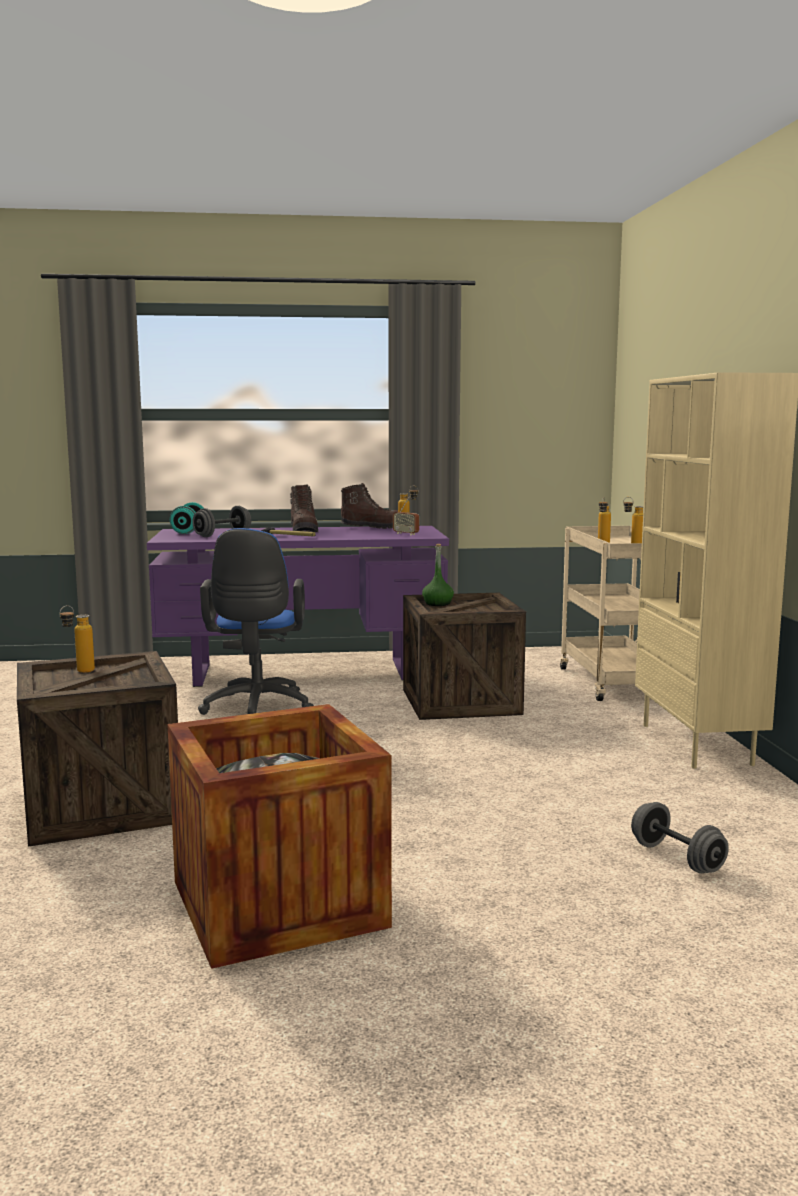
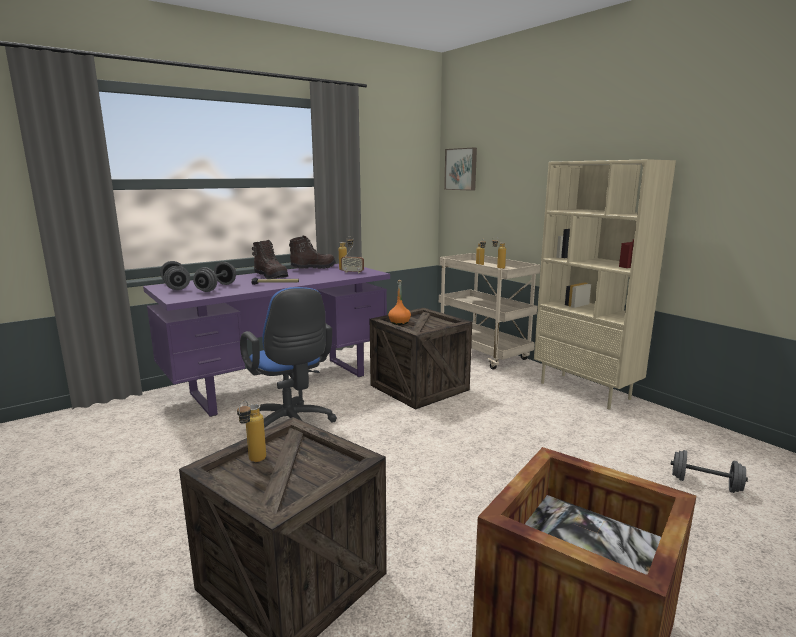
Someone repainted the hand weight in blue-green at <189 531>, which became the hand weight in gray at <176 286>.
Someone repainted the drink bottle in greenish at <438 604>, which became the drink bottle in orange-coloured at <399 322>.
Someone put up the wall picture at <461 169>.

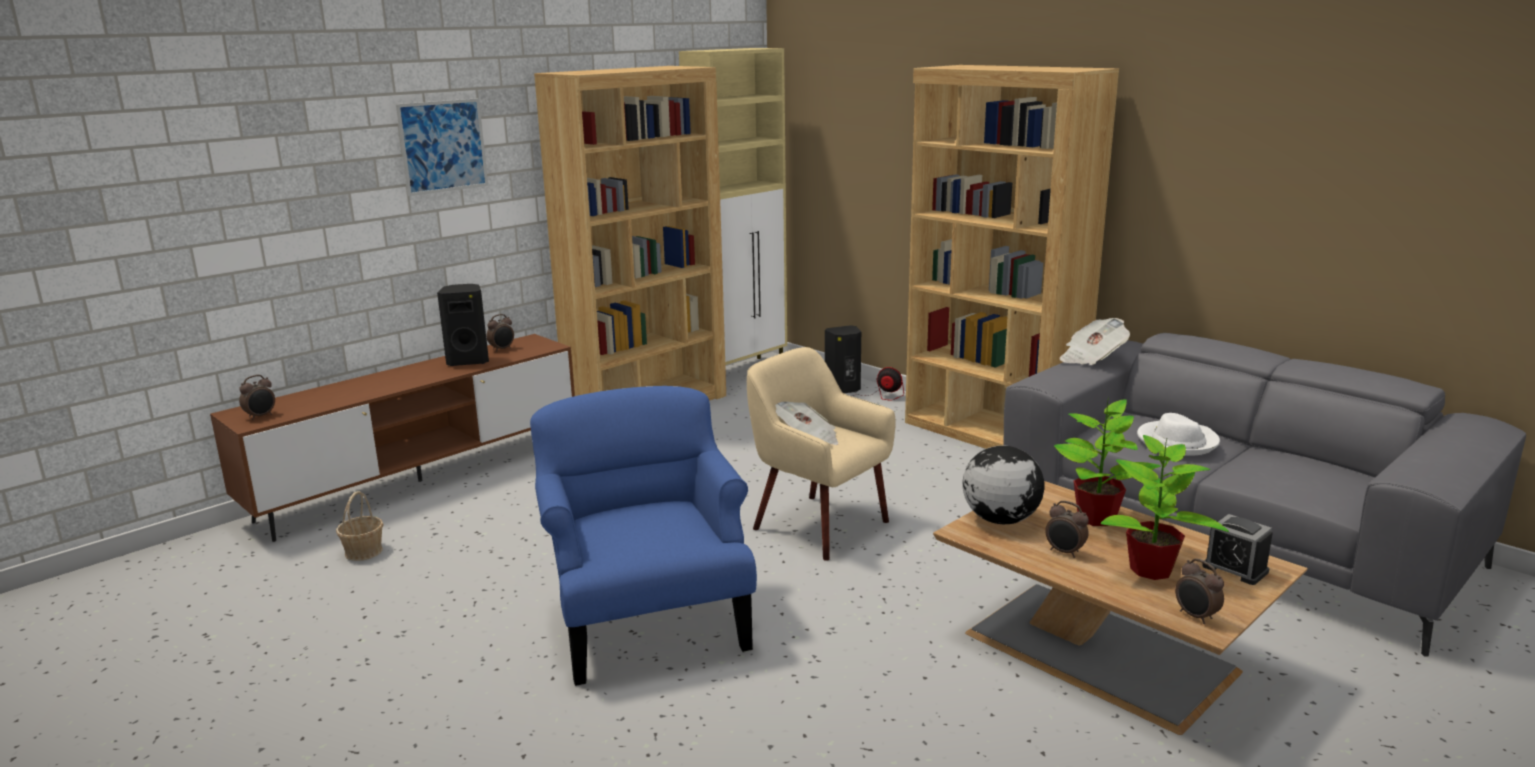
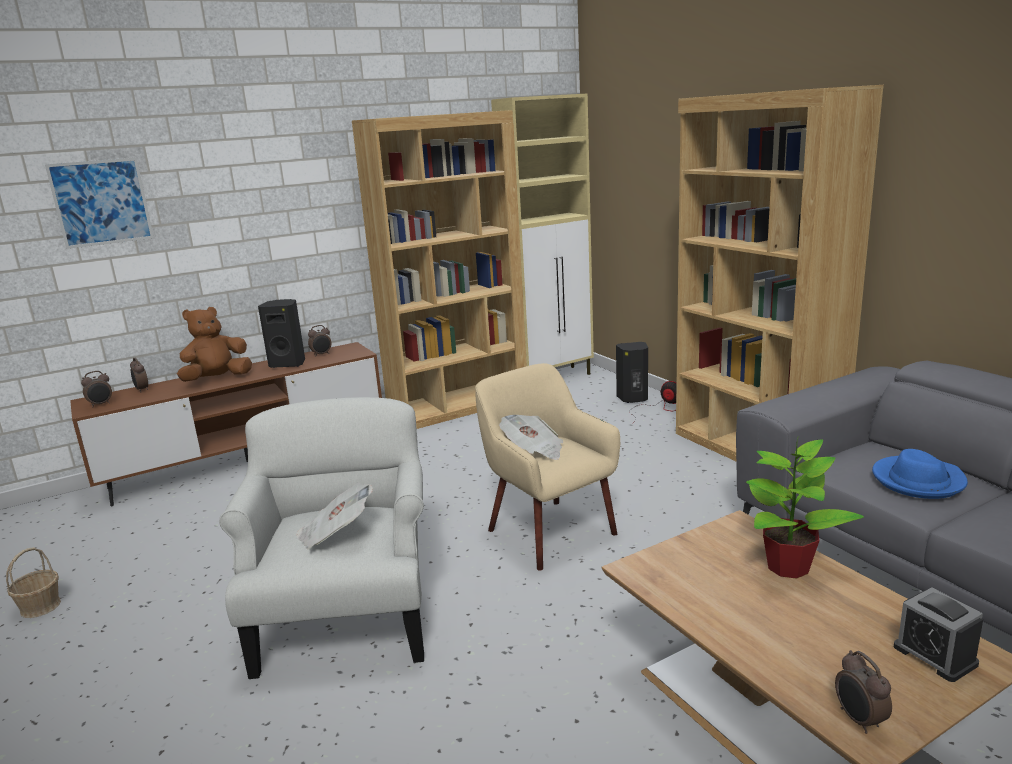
Someone carried the wall picture from <443 146> to <101 202>.
Someone carried the newspaper from <1091 358> to <336 534>.
Someone repainted the lounge chair in blue at <647 621>, which became the lounge chair in whitish at <347 617>.
Someone repainted the hat in whitish at <1177 441>, which became the hat in blue at <918 480>.
Someone took away the houseplant at <1151 570>.
Someone took away the globe at <999 520>.
Someone carried the household basket from <364 551> to <41 606>.
Someone carried the bedside clock from <1064 552> to <142 390>.
Someone put down the plush toy in brown at <217 379>.

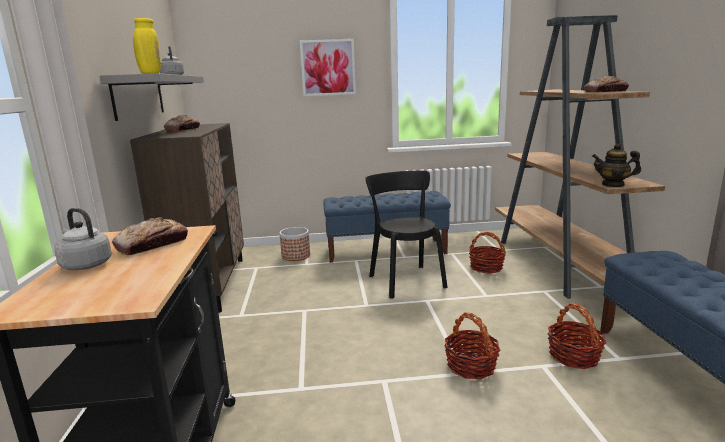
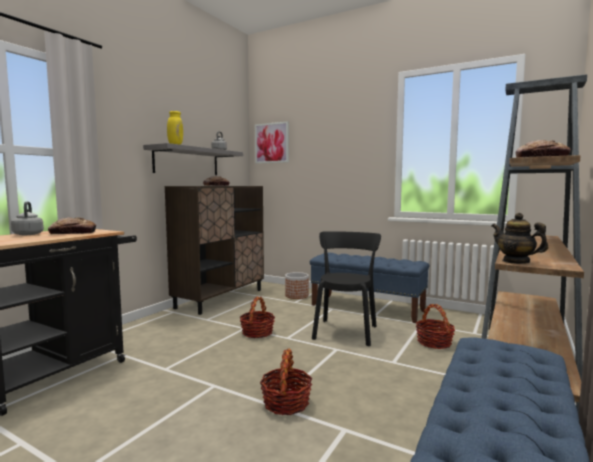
Someone carried the wall picture from <328 68> to <272 143>.
Someone carried the household basket from <574 356> to <257 332>.

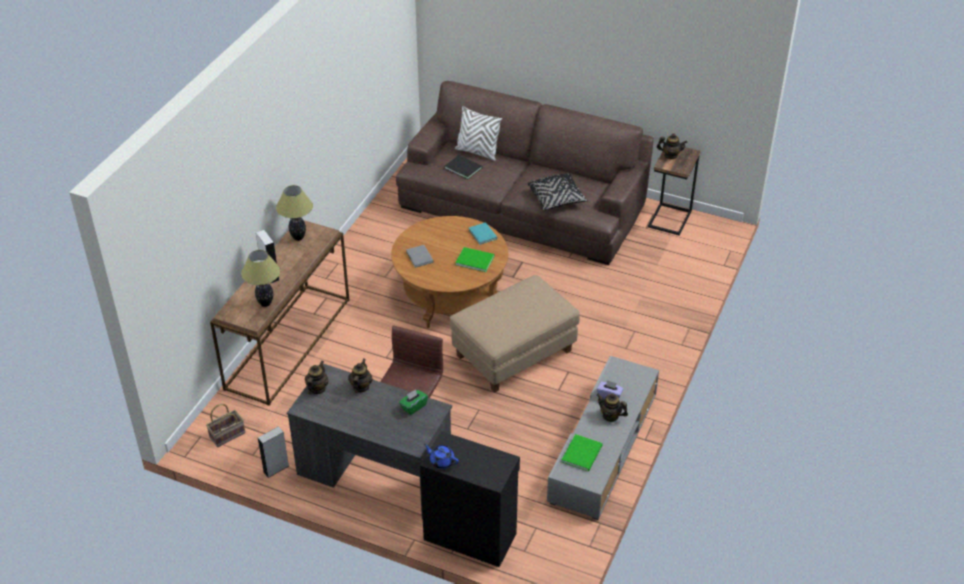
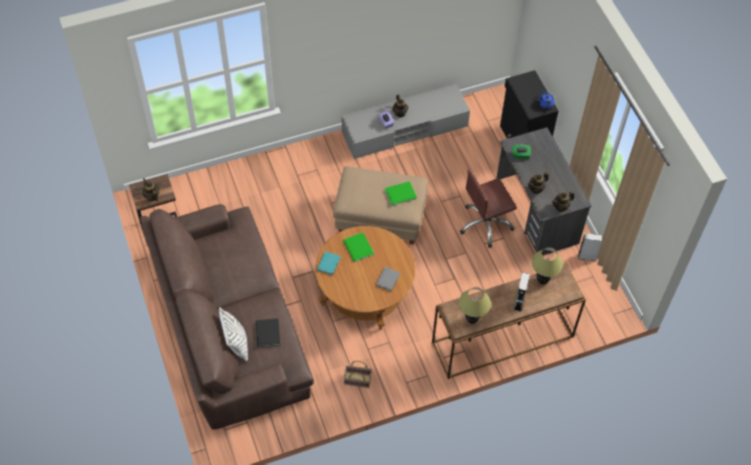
Someone took away the pillow in black at <556 199>.
Someone carried the household basket from <227 434> to <356 380>.
Someone carried the bound book in greenish from <583 453> to <399 193>.

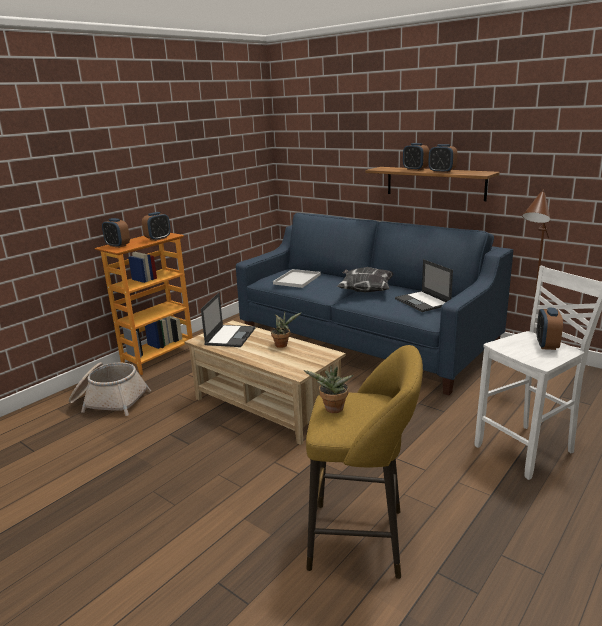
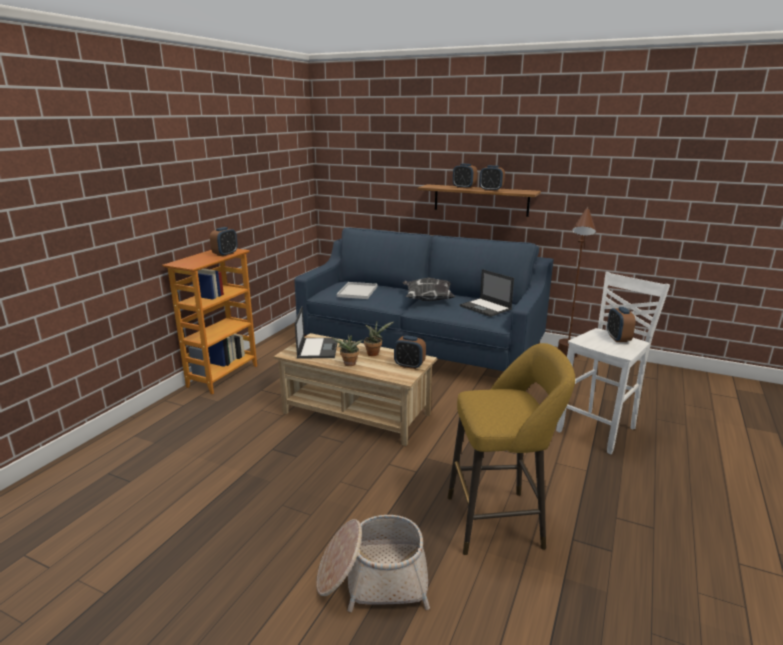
Someone carried the bedside clock from <117 245> to <409 365>.
Someone carried the household basket from <109 401> to <373 578>.
Someone carried the houseplant from <332 410> to <349 364>.

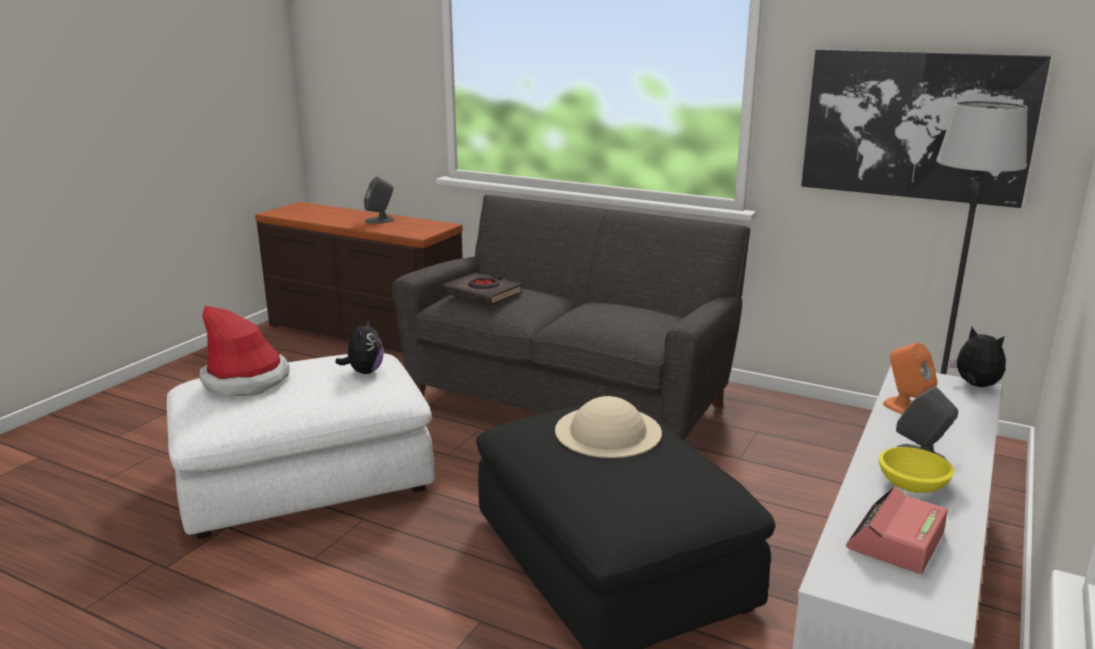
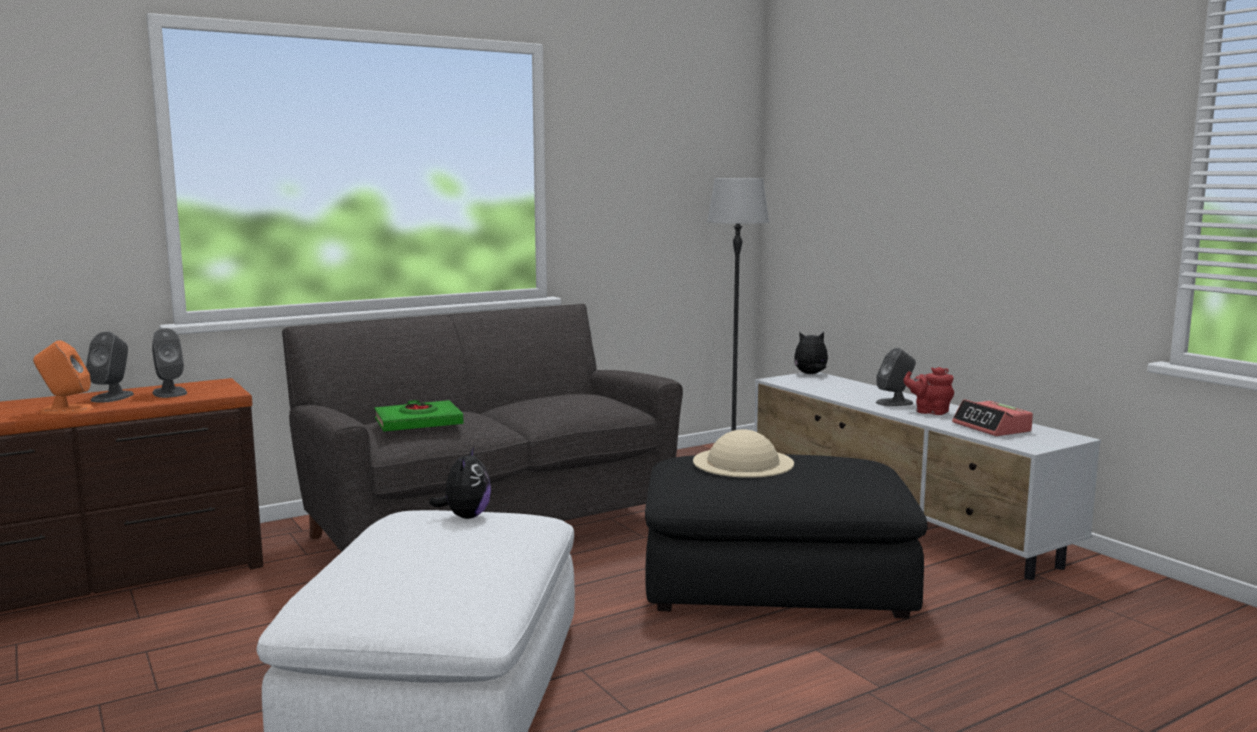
Someone took away the wall picture at <916 125>.
Someone repainted the bound book in black at <482 294>, which became the bound book in greenish at <418 423>.
Someone took away the hat at <246 380>.
Someone rotated the plush toy at <364 372> by 60 degrees clockwise.
Someone carried the speaker in orange-coloured from <906 408> to <66 410>.
Someone swapped the serving bowl in yellow at <912 486> for the teapot in red at <929 411>.
Someone put down the speaker in gray at <169 392>.

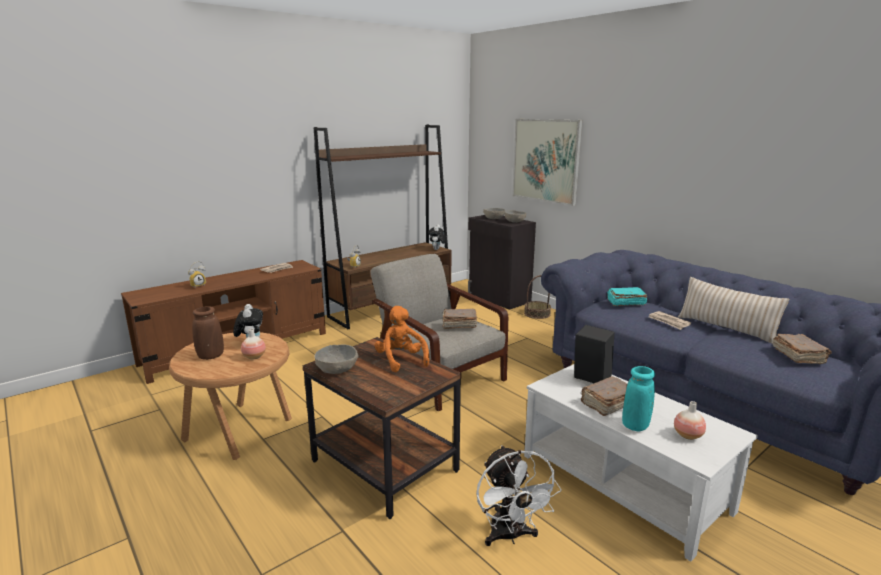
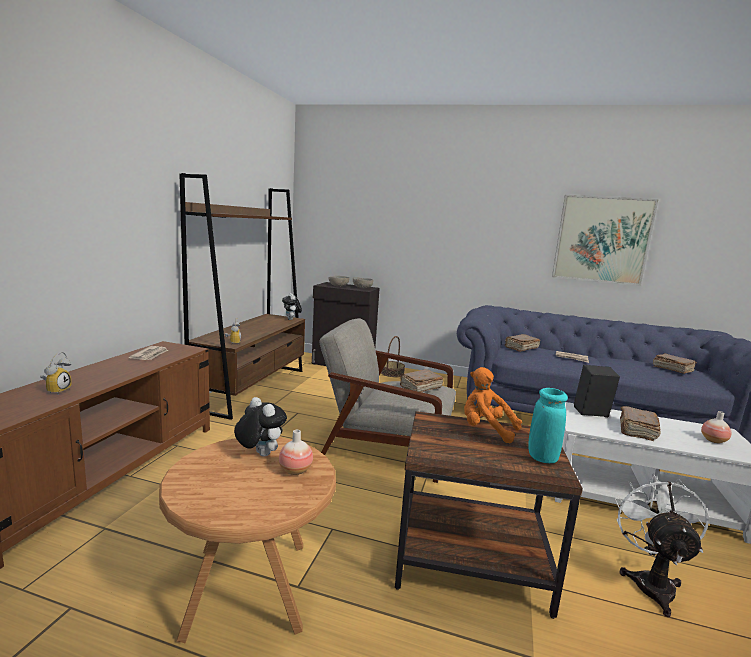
Someone carried the wall picture from <546 160> to <602 239>.
Someone took away the pillow in sand-coloured at <726 328>.
Someone repainted the bound book in blue-green at <625 303>, which became the bound book in brown at <521 348>.
Someone took away the vase in brown at <210 356>.
Someone took away the serving bowl in gray at <337 369>.
Someone carried the vase in blue-green from <635 425> to <542 457>.
Someone rotated the fan in whitish at <510 536> by 120 degrees counterclockwise.

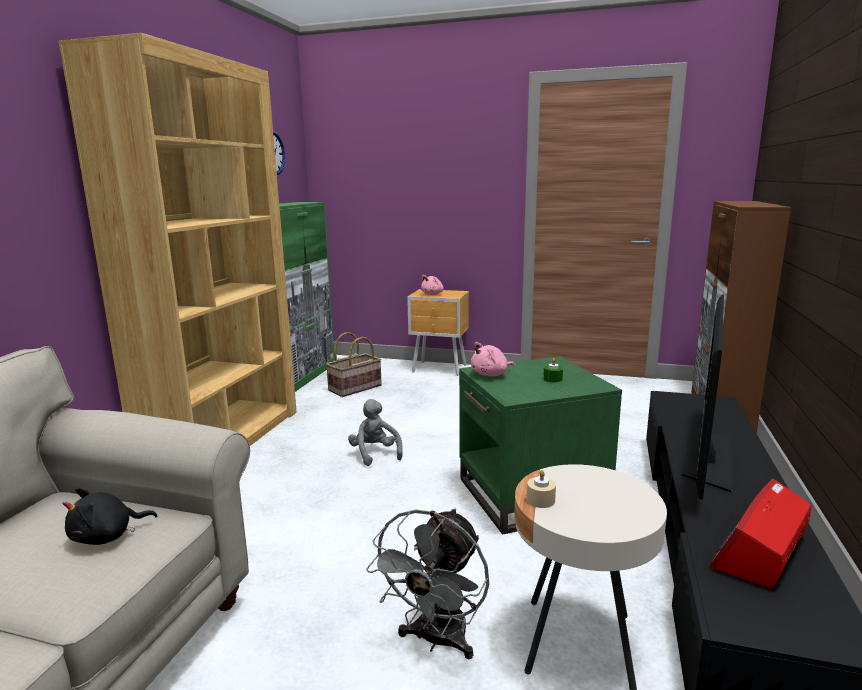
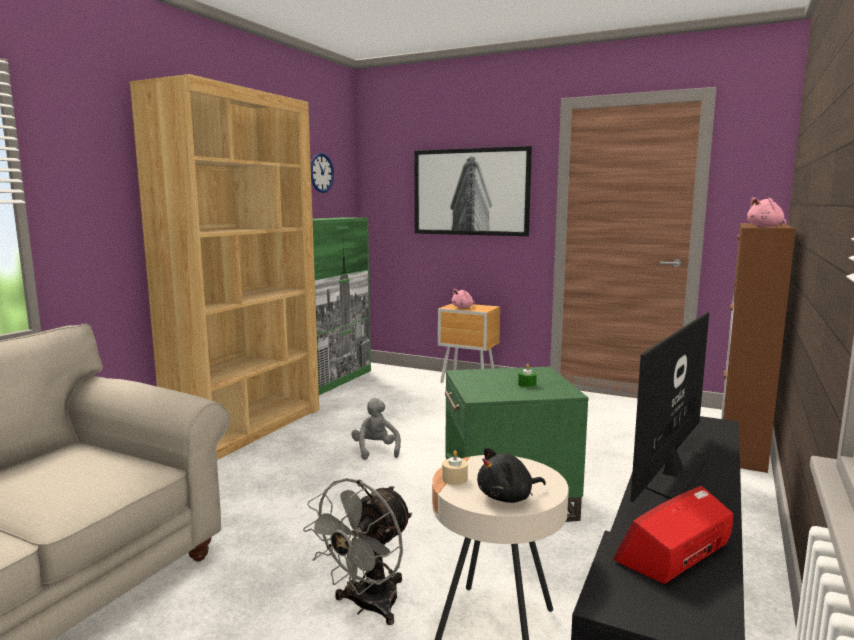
Someone took away the household basket at <355 388>.
Someone carried the plush toy in pinkish from <491 374> to <766 226>.
Someone carried the plush toy in black from <107 536> to <508 497>.
Someone put up the wall picture at <470 192>.

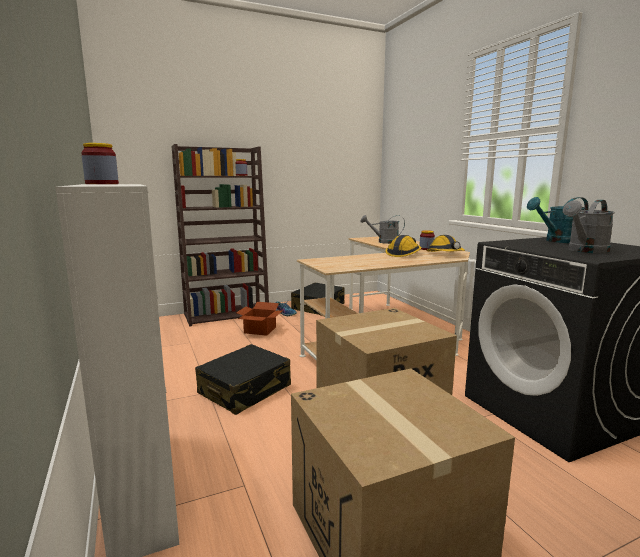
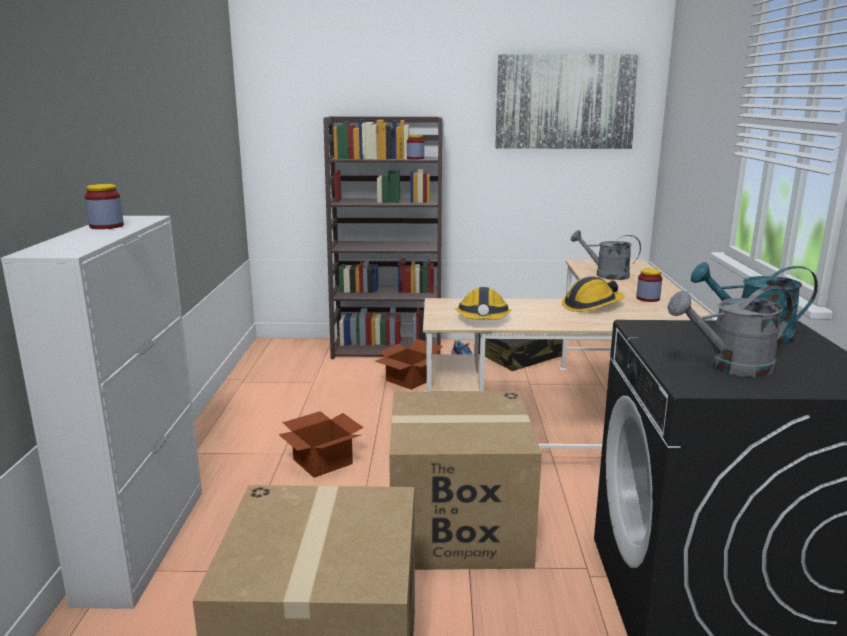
Someone carried the hard hat from <445 254> to <483 319>.
Someone swapped the piece of luggage in black at <245 390> for the cardboard box at <323 461>.
Someone put up the wall picture at <565 102>.

